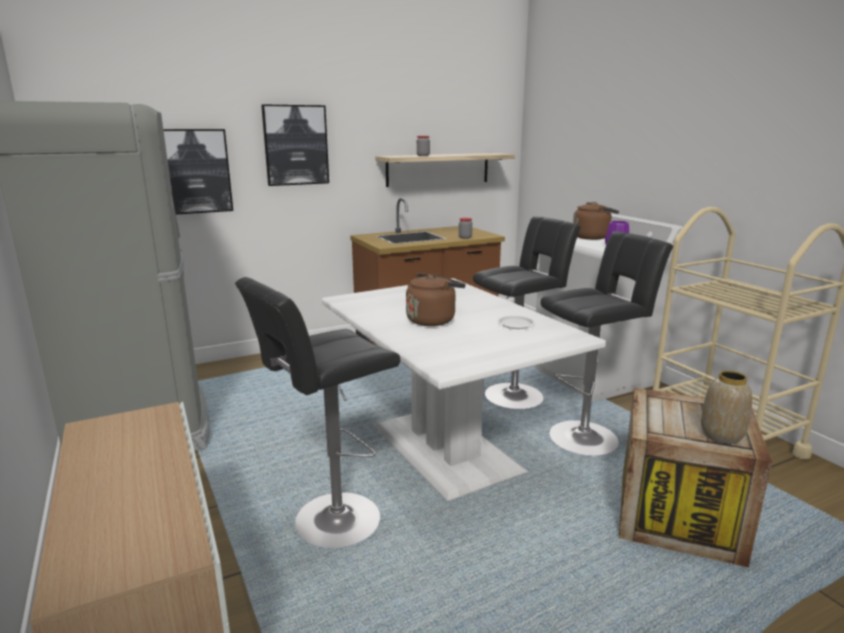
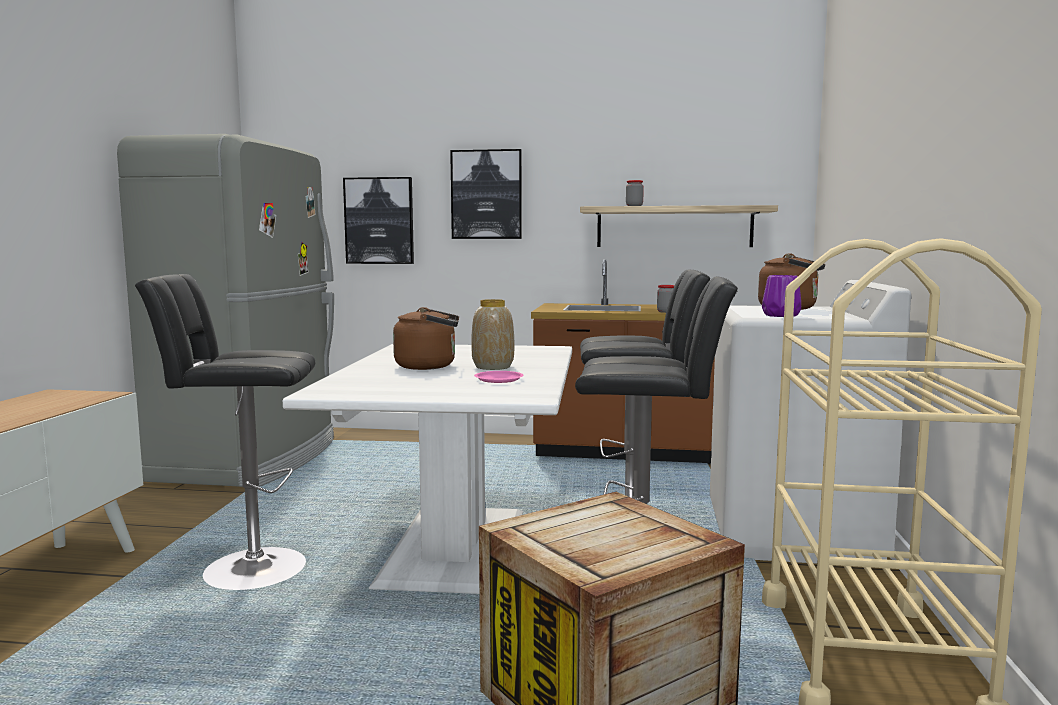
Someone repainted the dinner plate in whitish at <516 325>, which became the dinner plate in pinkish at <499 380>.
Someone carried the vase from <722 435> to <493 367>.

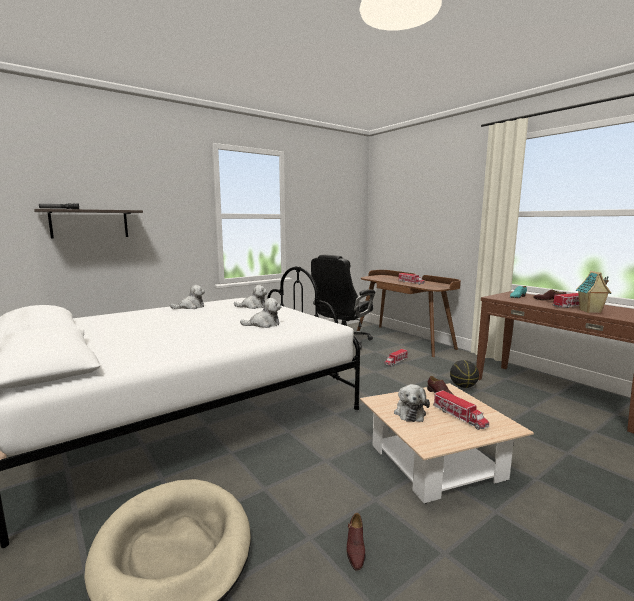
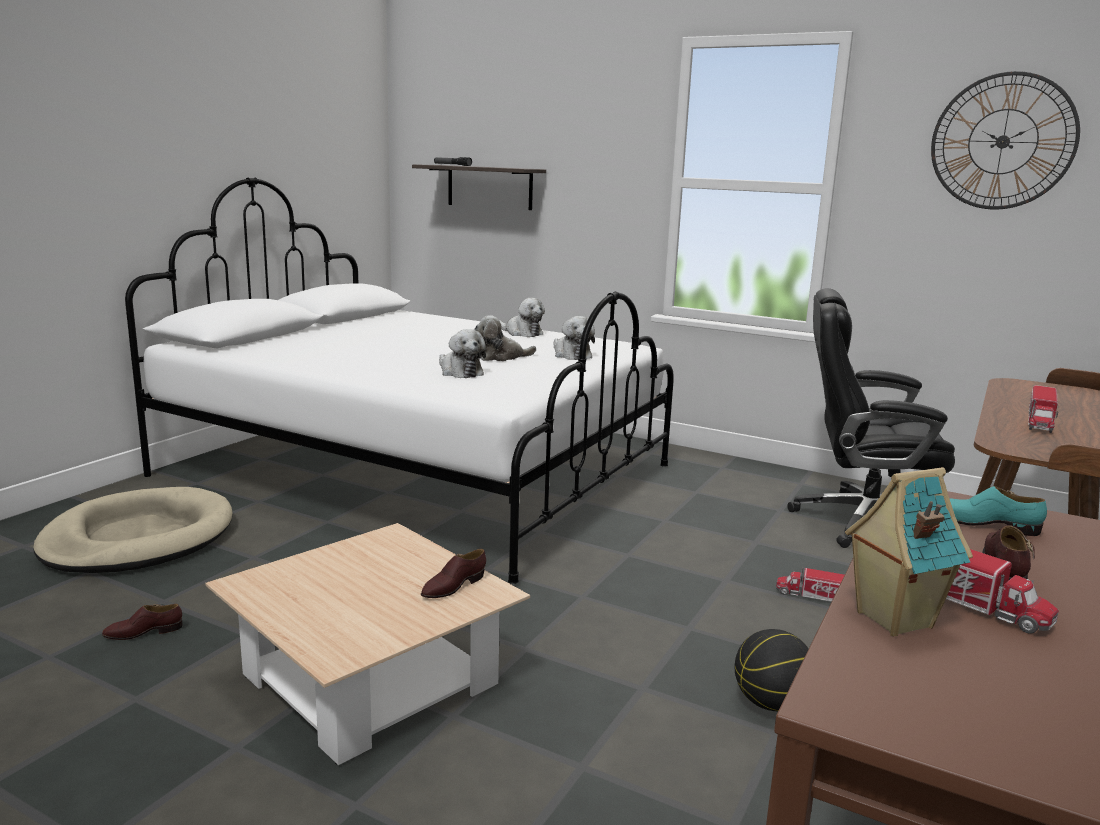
Someone carried the plush toy from <409 412> to <501 357>.
Someone took away the model truck at <459 417>.
Someone put up the clock on the wall at <1002 141>.

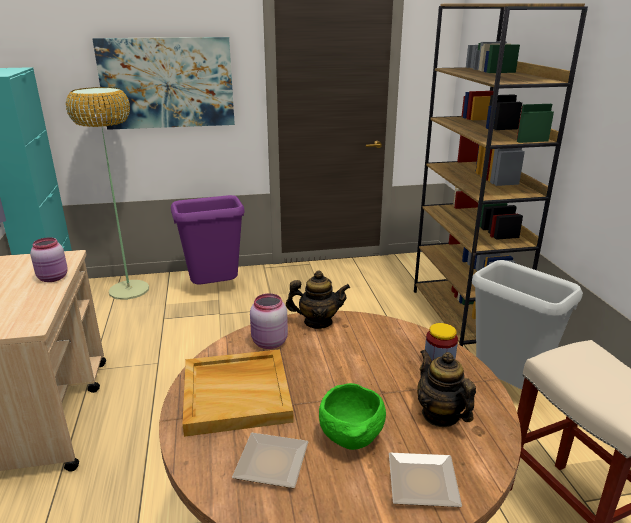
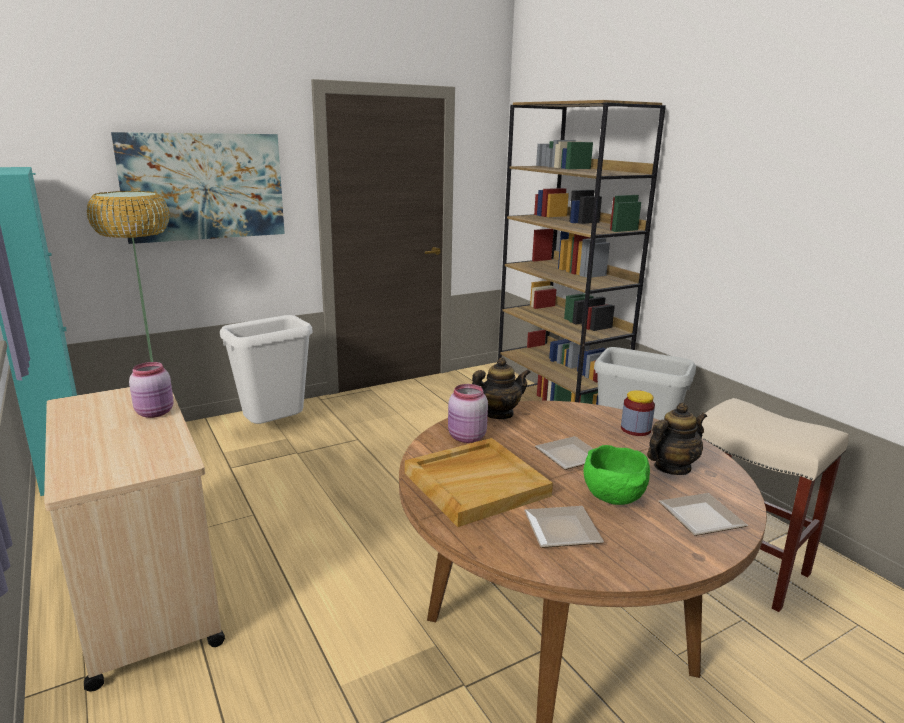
Someone repainted the trash can in purple-coloured at <215 288>, which became the trash can in whitish at <275 428>.
Someone rotated the teapot at <440 415> by 105 degrees clockwise.
Someone put down the dinner plate at <569 457>.

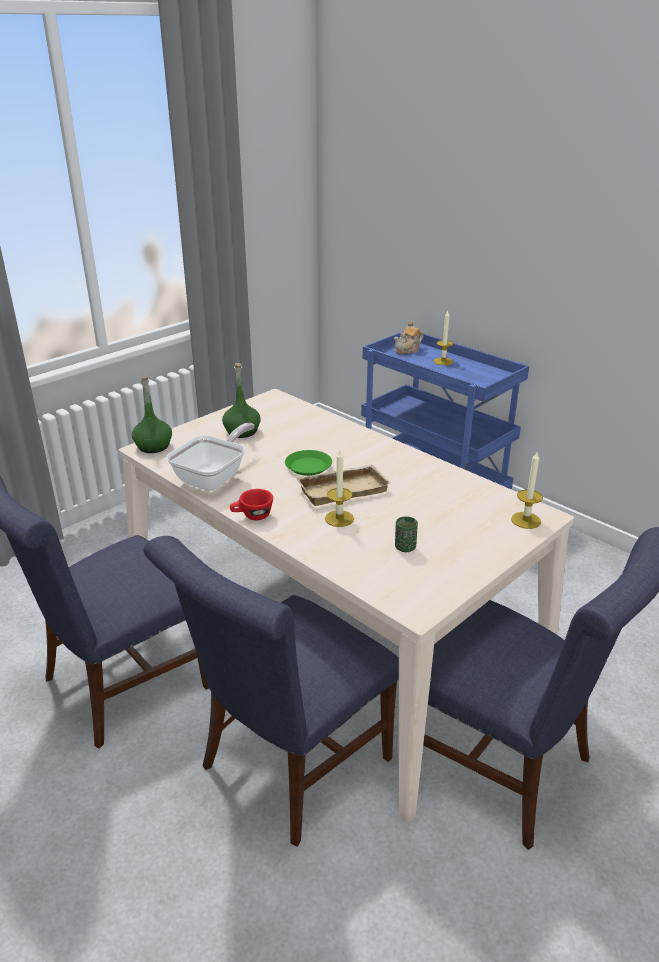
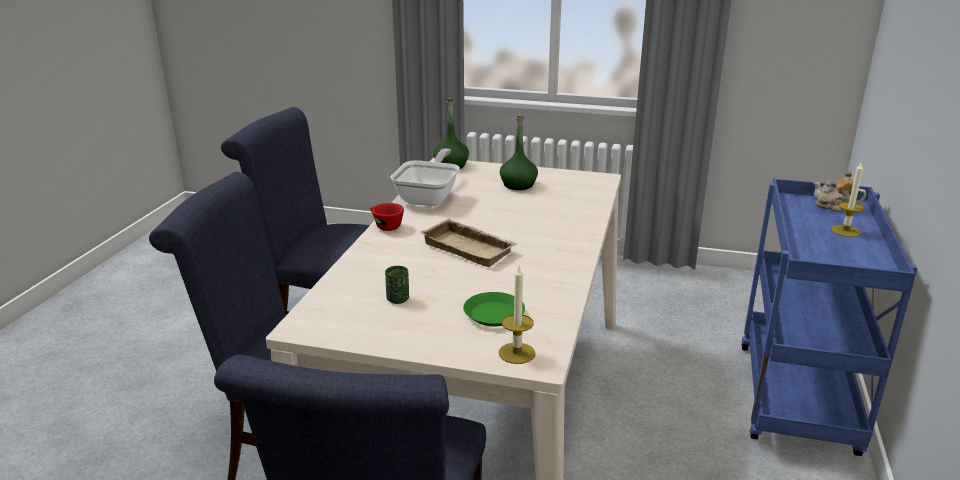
Someone rotated the pan at <214 477> by 75 degrees counterclockwise.
Someone carried the dinner plate in greenish from <308 467> to <493 314>.
Someone took away the wax light at <339 518>.

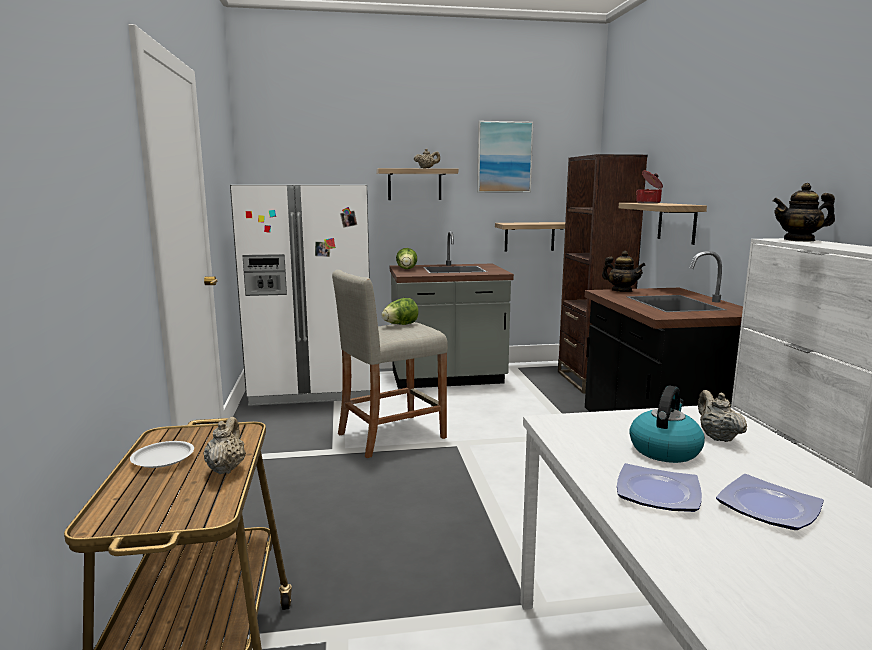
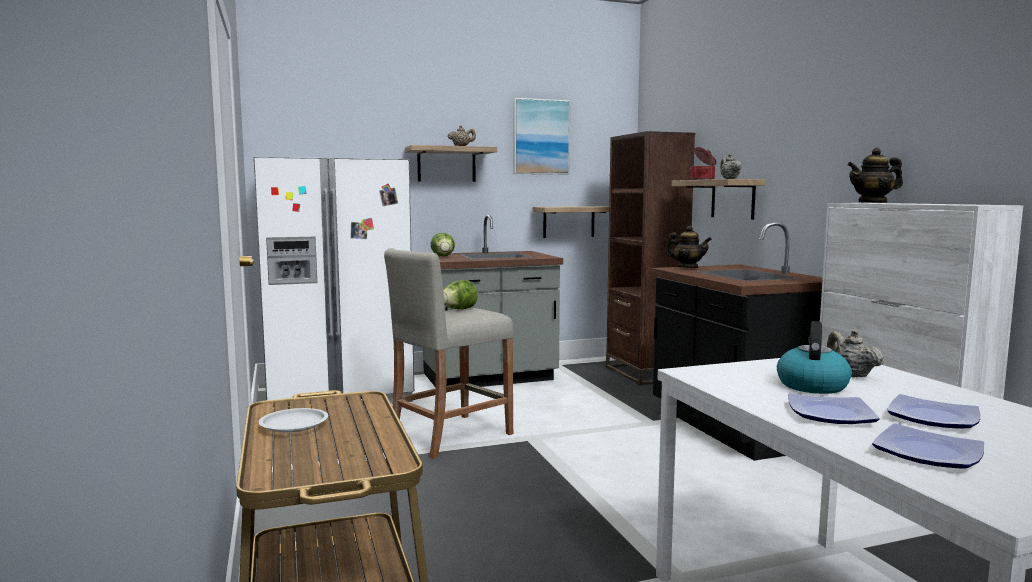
Someone carried the teapot in sand-coloured from <226 468> to <729 179>.
Someone put down the dinner plate at <925 453>.

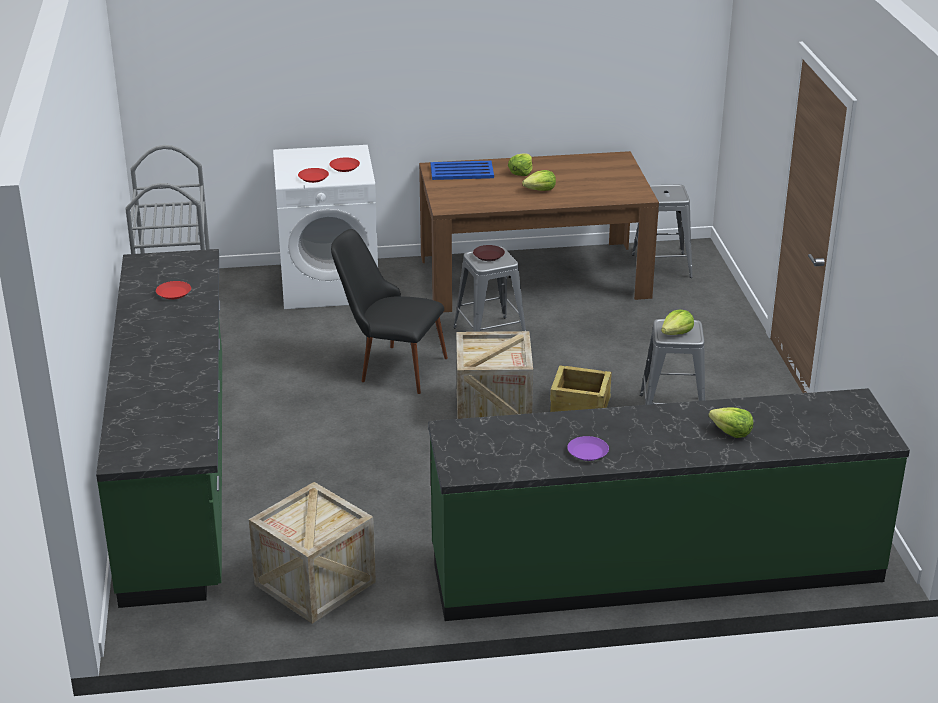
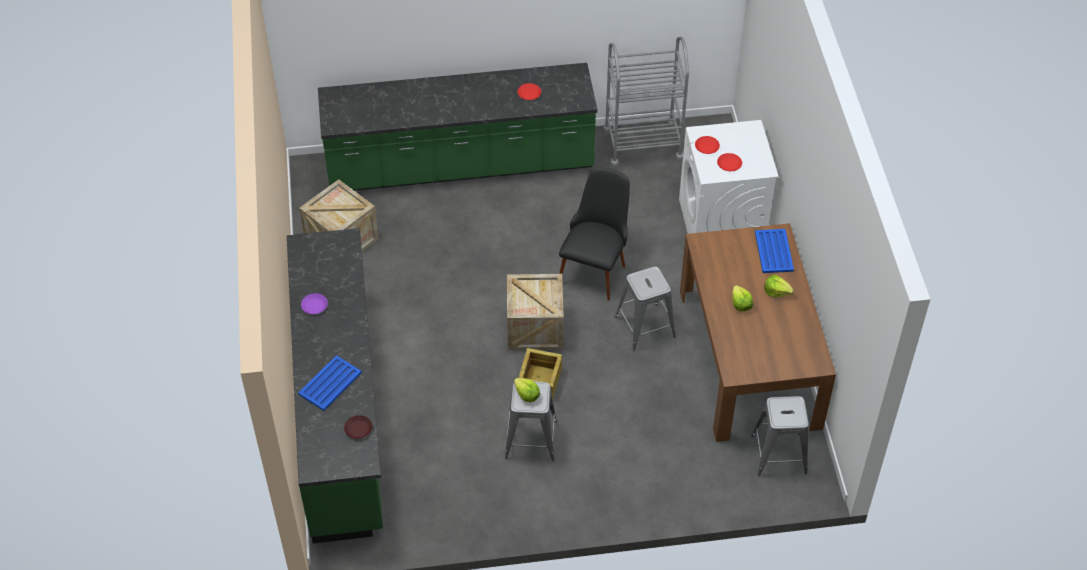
Someone carried the dinner plate in brown from <489 256> to <358 429>.
Someone swapped the head of lettuce at <731 432> for the tray in blue at <329 384>.

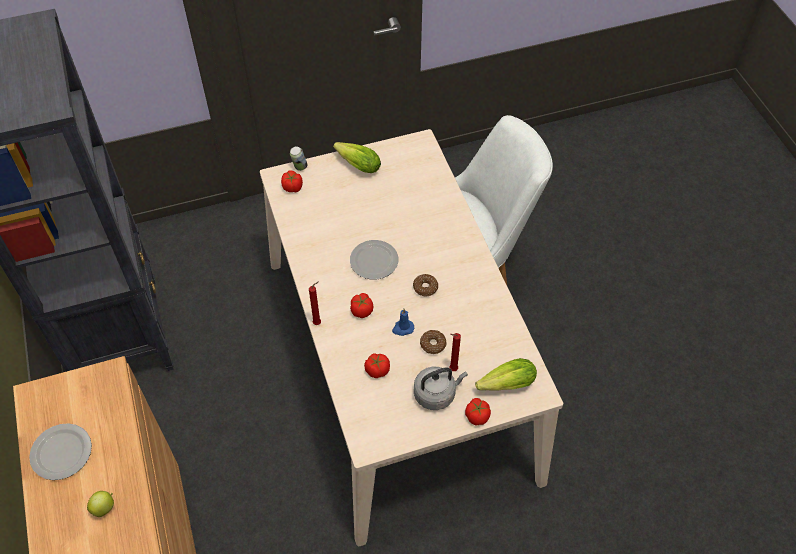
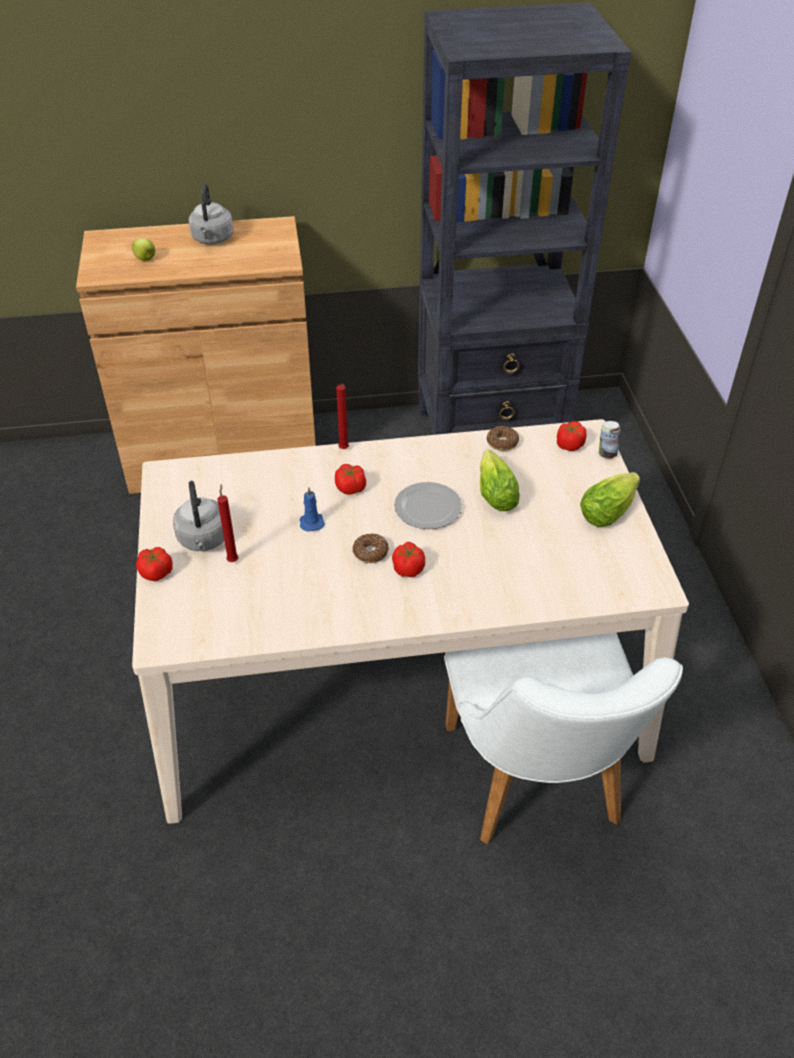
Someone carried the doughnut from <433 344> to <502 442>.
Someone carried the whole tomato from <377 370> to <408 569>.
Someone carried the head of lettuce from <503 385> to <495 492>.
Someone swapped the dinner plate at <62 452> for the tea kettle in gray at <212 239>.

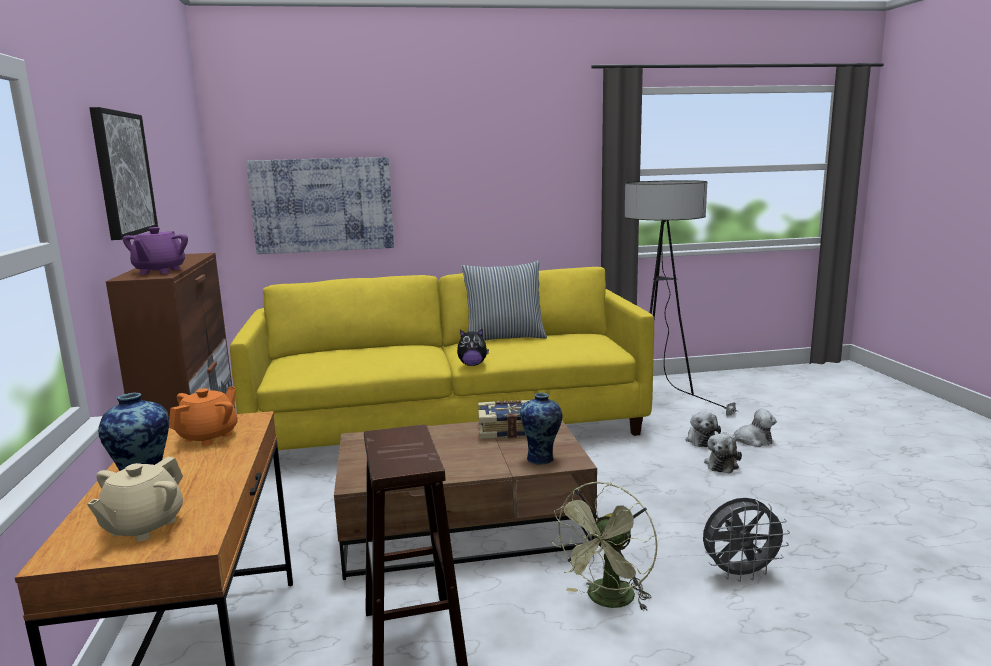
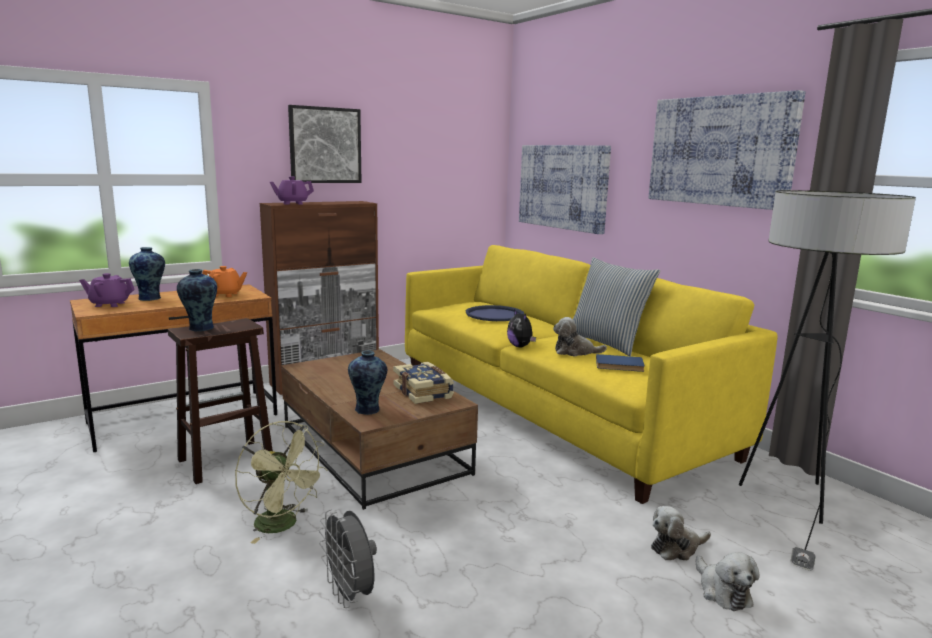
Someone carried the plush toy from <722 464> to <575 352>.
Someone repainted the teapot in sand-coloured at <143 527>, which became the teapot in purple-coloured at <109 304>.
Someone rotated the fan in greenish at <607 601> by 150 degrees counterclockwise.
Someone put up the wall picture at <721 151>.
Someone put down the vase at <200 328>.
Someone put down the tray in blue at <494 314>.
Someone put down the bound book in blue at <619 365>.

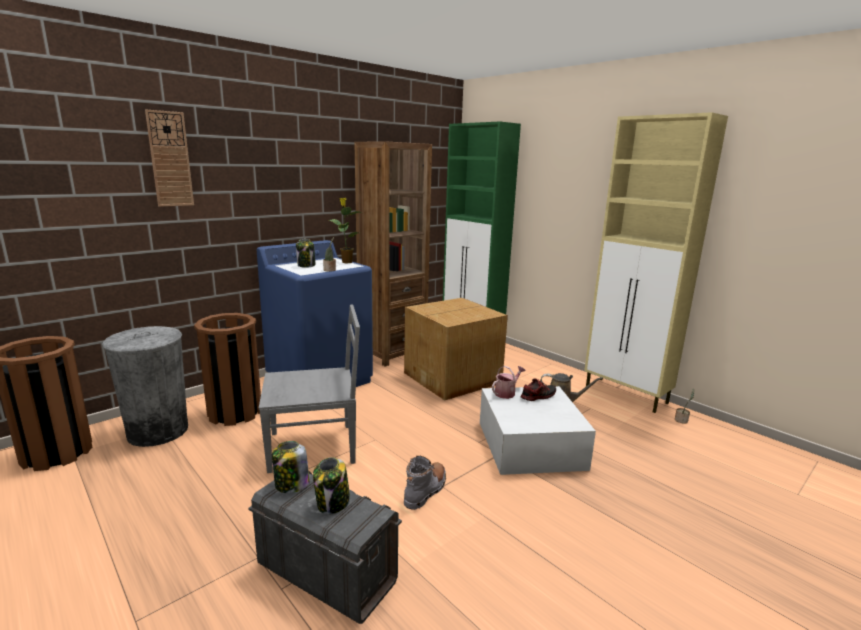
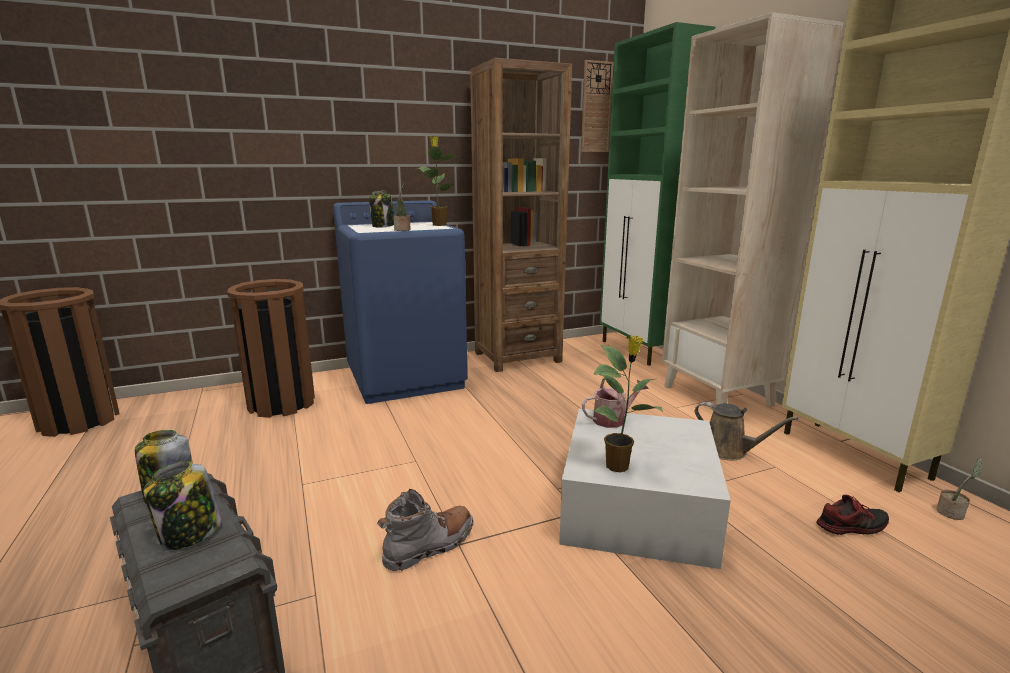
Someone carried the clock on the wall from <170 159> to <596 107>.
Someone took away the cardboard box at <454 378>.
Someone took away the chair in gray at <315 447>.
Someone took away the trash can in gray at <158 431>.
Someone carried the shoe from <538 396> to <851 526>.
Someone put down the bookshelf in sand-coloured at <718 396>.
Someone put down the houseplant at <619 466>.

